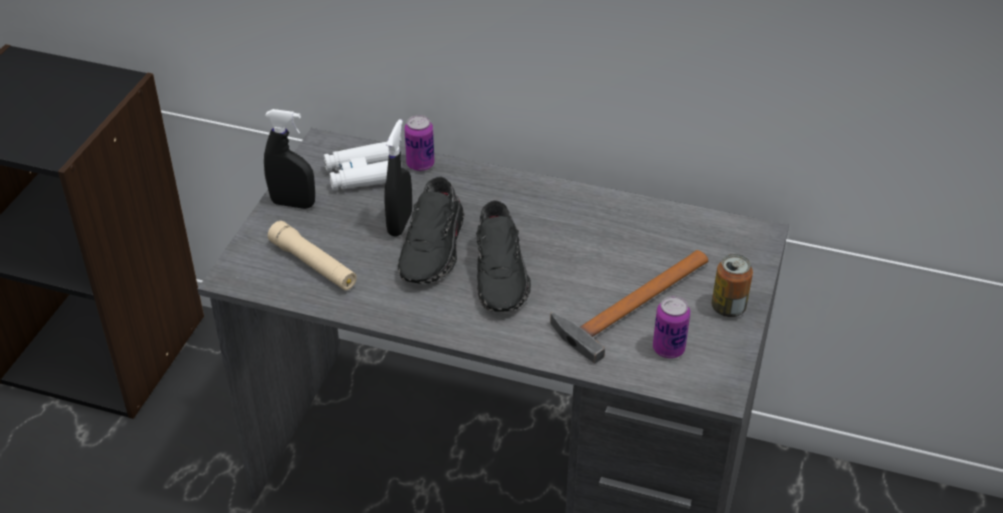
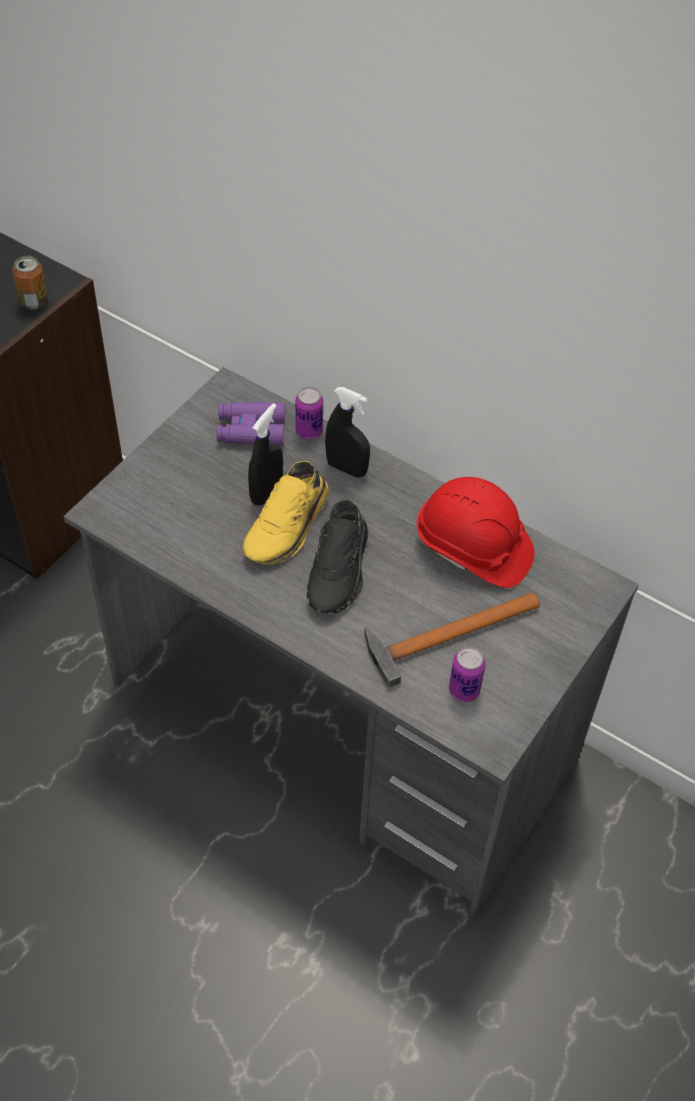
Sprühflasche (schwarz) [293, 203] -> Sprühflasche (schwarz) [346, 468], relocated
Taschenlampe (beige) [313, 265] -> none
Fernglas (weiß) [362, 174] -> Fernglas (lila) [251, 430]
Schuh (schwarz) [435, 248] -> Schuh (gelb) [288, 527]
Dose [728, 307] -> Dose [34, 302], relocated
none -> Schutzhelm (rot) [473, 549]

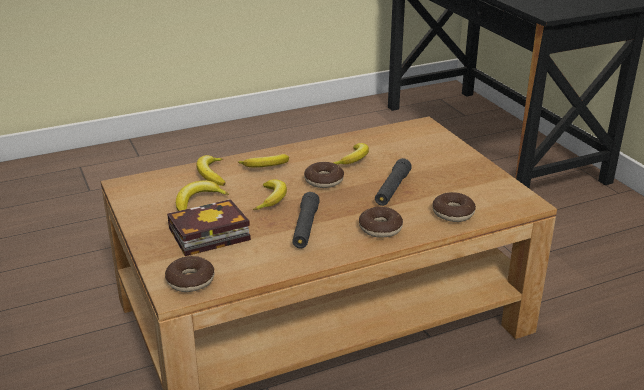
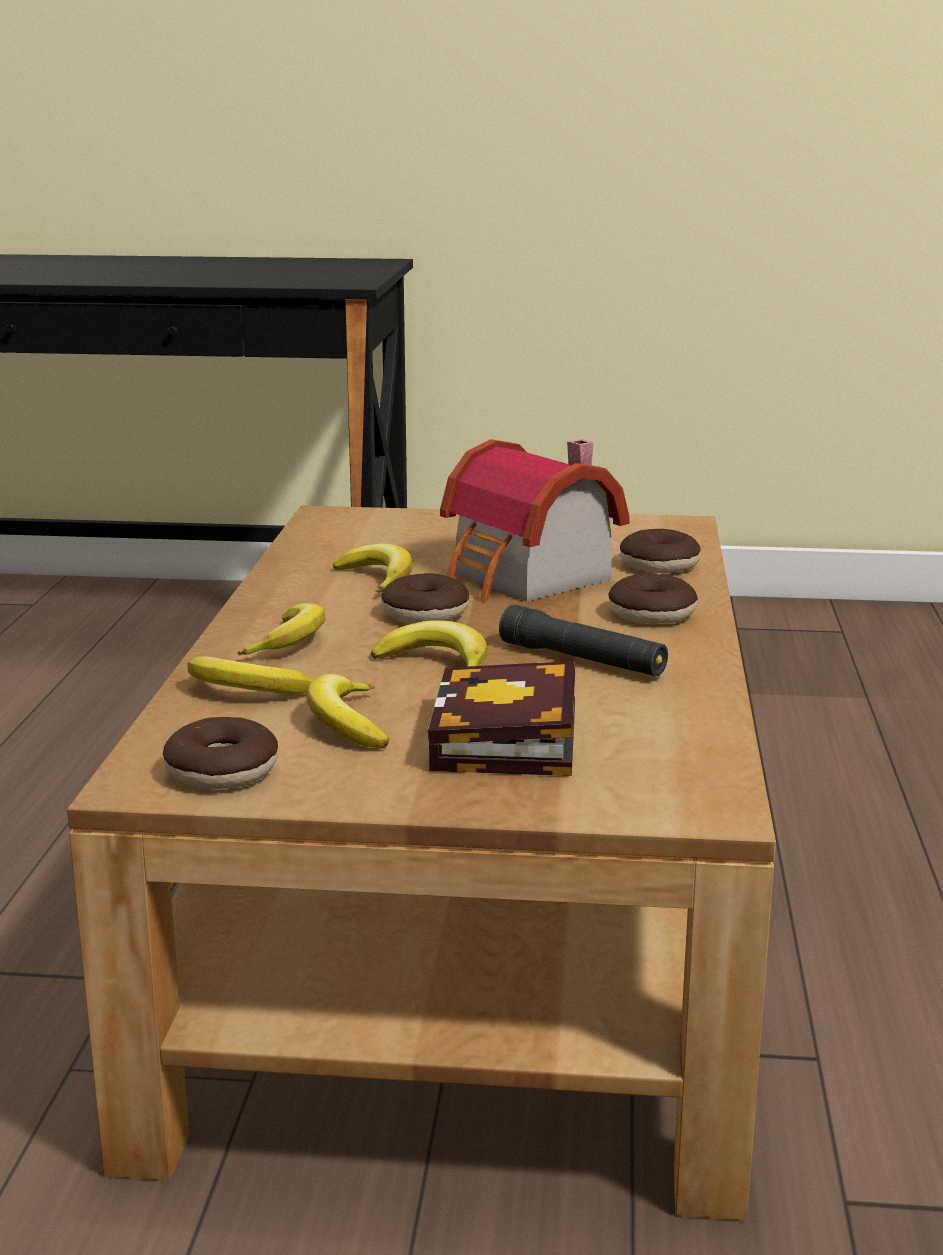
Donut [190, 281] -> Donut [222, 771], relocated
Taschenlampe (schwarz) [392, 189] -> Spielzeughaus [528, 579]

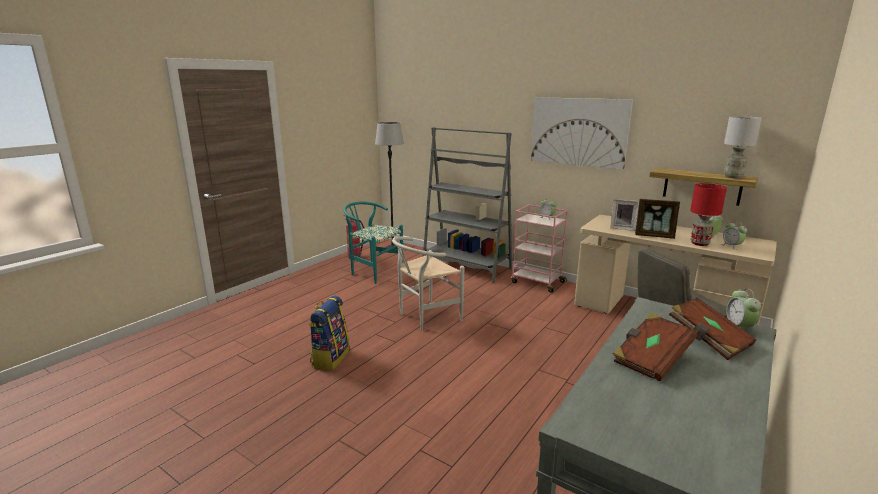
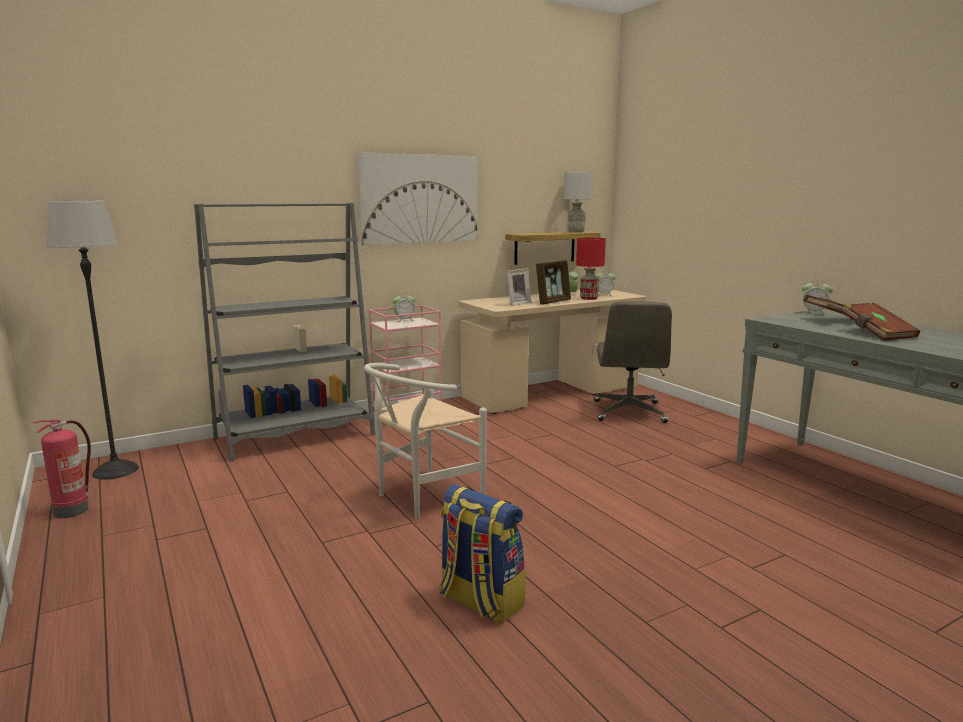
Stuhl (türkis) [373, 272] -> none
Stuhl (weiß) [425, 317] -> Stuhl (weiß) [421, 498], 60 degrees clockwise

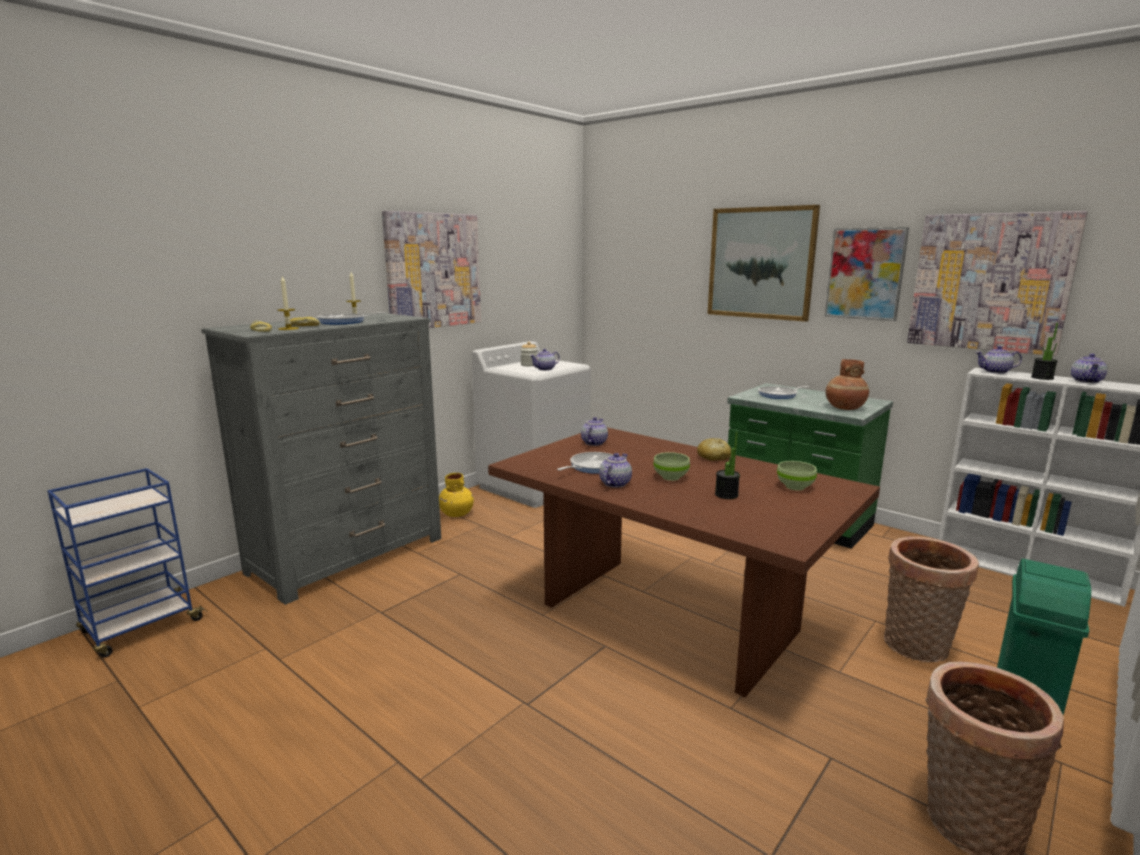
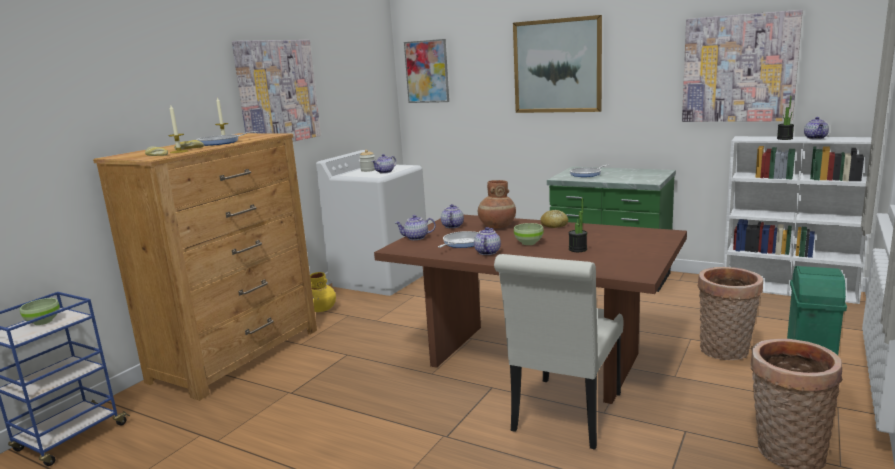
Kommode (grau) [348, 555] -> Kommode (braun) [238, 354]
Schüssel (grün) [795, 487] -> Schüssel (grün) [44, 321], relocated
Bild [865, 274] -> Bild [427, 71], relocated
Vase (braun) [844, 408] -> Vase (braun) [497, 226], relocated
Teekanne [995, 372] -> Teekanne [416, 238], relocated
none -> Stuhl (weiß) [564, 416]

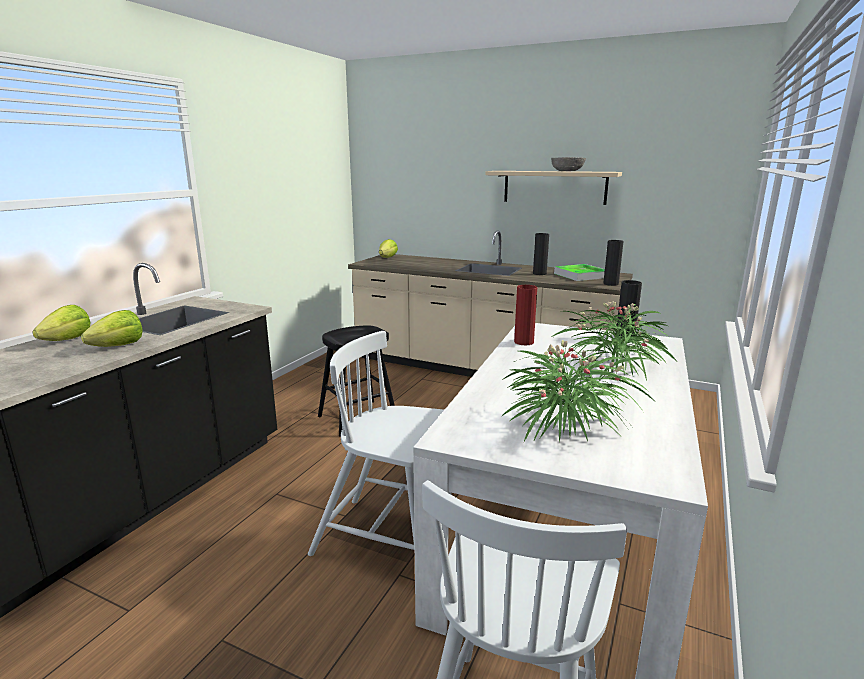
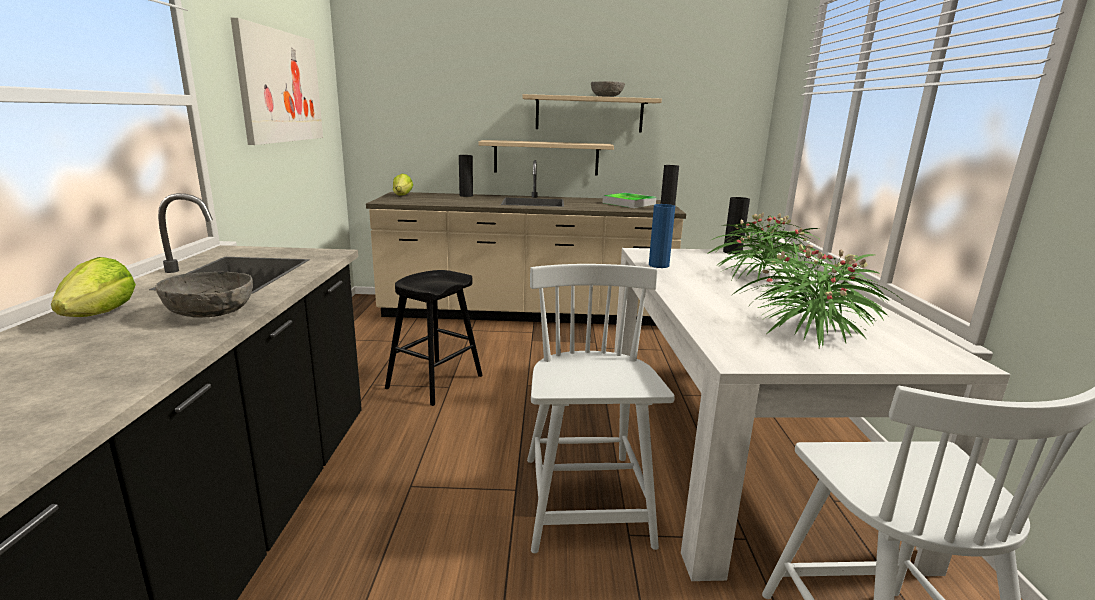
Salatkopf [119, 346] -> Schüssel (grau) [211, 312]
Stuhl (weiß) [388, 540] -> Stuhl (weiß) [585, 502], 90 degrees clockwise
Vase (rot) [524, 342] -> Vase (blau) [658, 265]
Vase (schwarz) [539, 273] -> Vase (schwarz) [466, 195], relocated
none -> Bild [281, 87]
none -> Wandregal (beige) [546, 158]

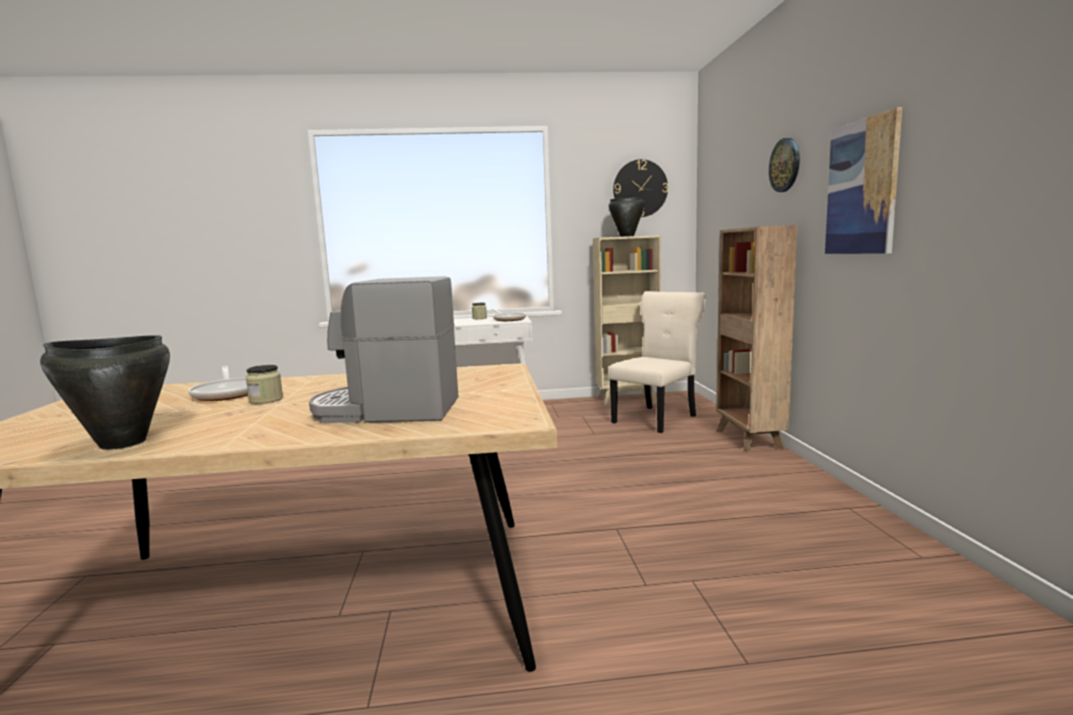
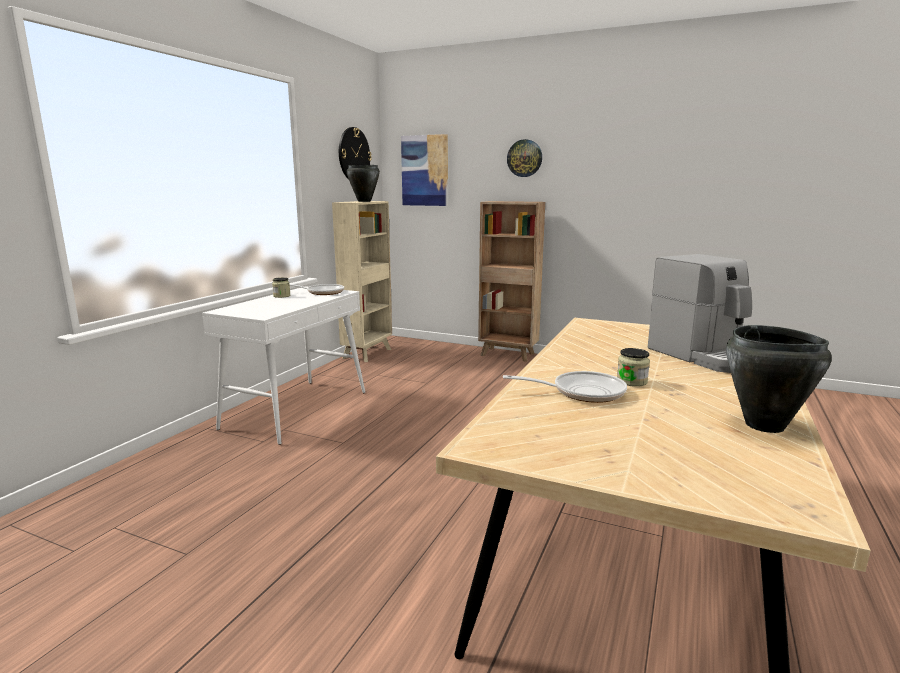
Kaffeemaschine [386, 410] -> Kaffeemaschine [706, 356], 60 degrees counterclockwise
Stuhl (beige) [657, 419] -> none
Bild [862, 187] -> Bild [425, 170], relocated

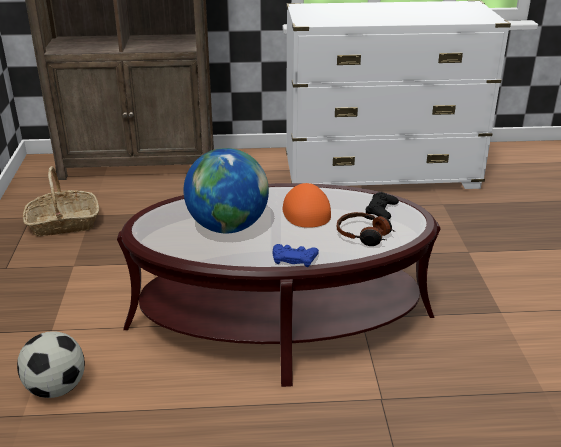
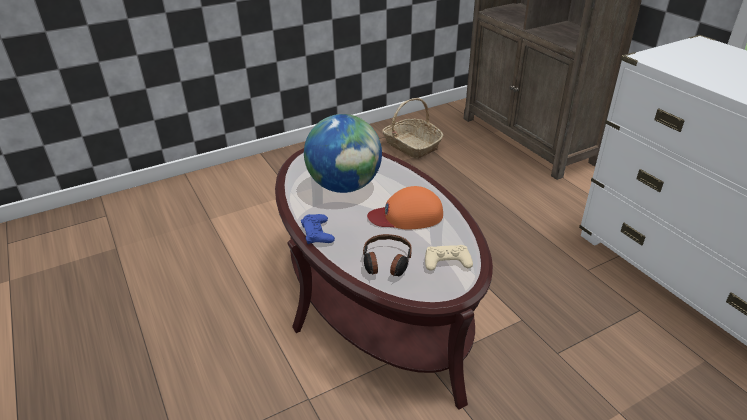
Fußball [56, 387] -> none
Kappe (orange) [305, 210] -> Kappe (orange) [407, 215], 150 degrees counterclockwise
Gamepad (schwarz) [381, 210] -> Gamepad (beige) [447, 261]

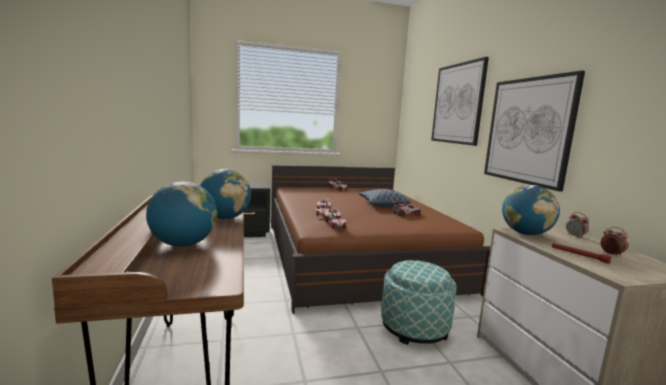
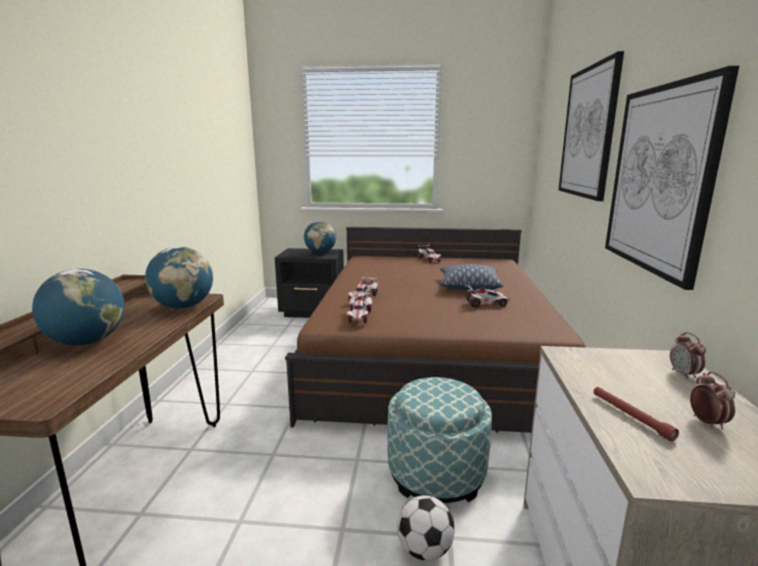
Globus [525, 233] -> Globus [320, 252], relocated
none -> Fußball [424, 549]

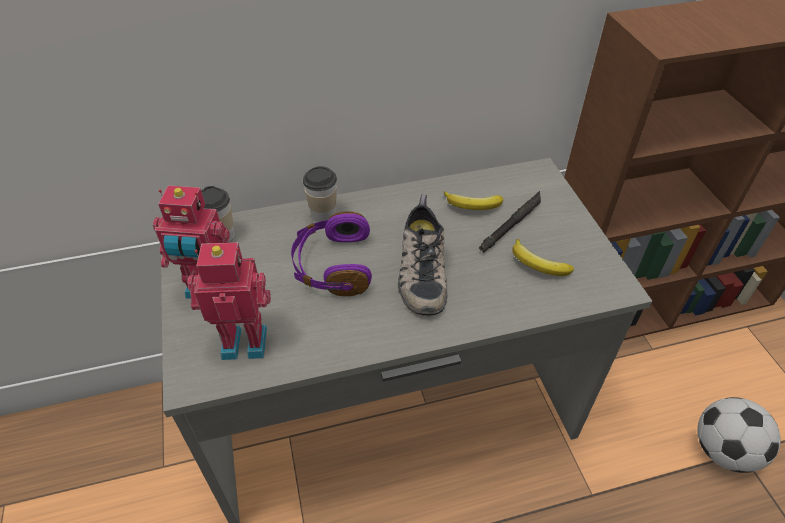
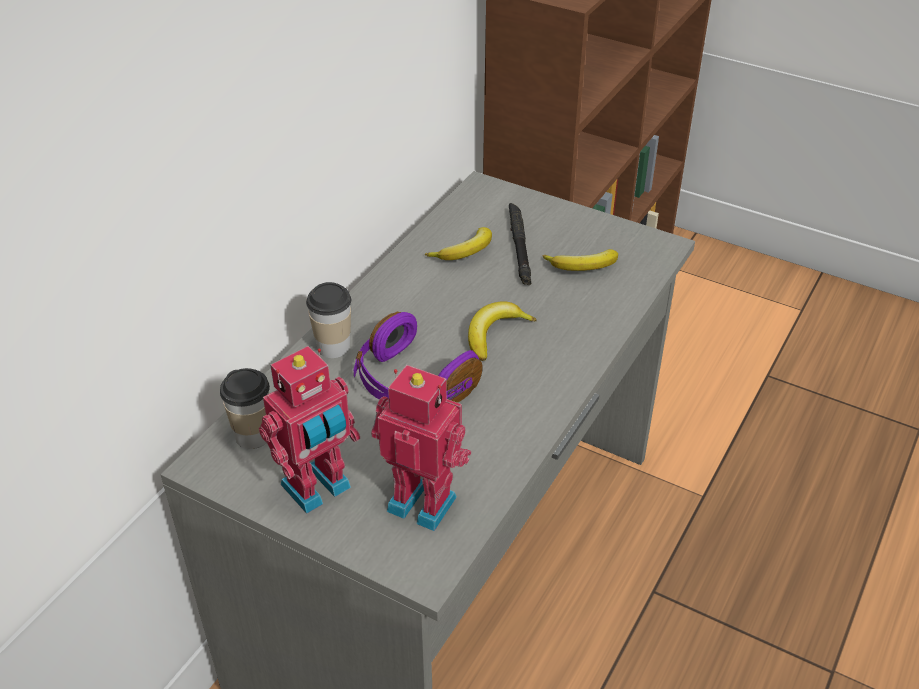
Spielzeugroboter [245, 340] -> Spielzeugroboter [424, 500], 75 degrees clockwise
Schuh [420, 270] -> Banane [495, 334]
Fußball [723, 451] -> none

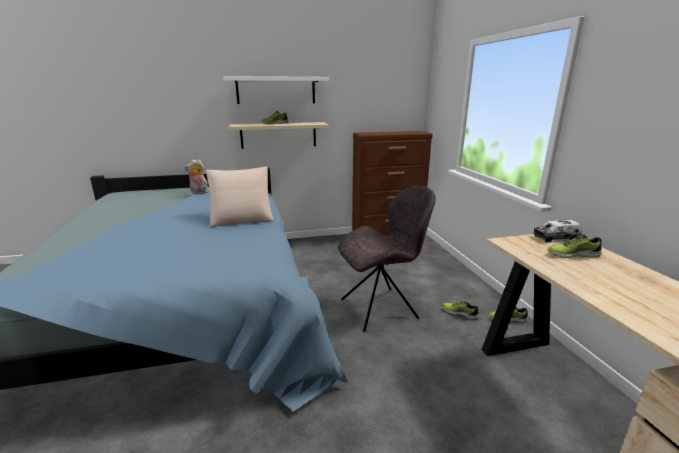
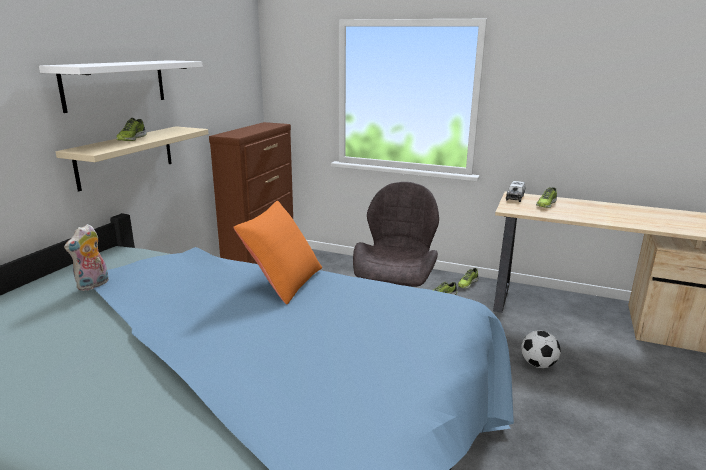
Kissen (beige) [242, 218] -> Kissen (orange) [283, 281]
none -> Fußball [538, 364]

